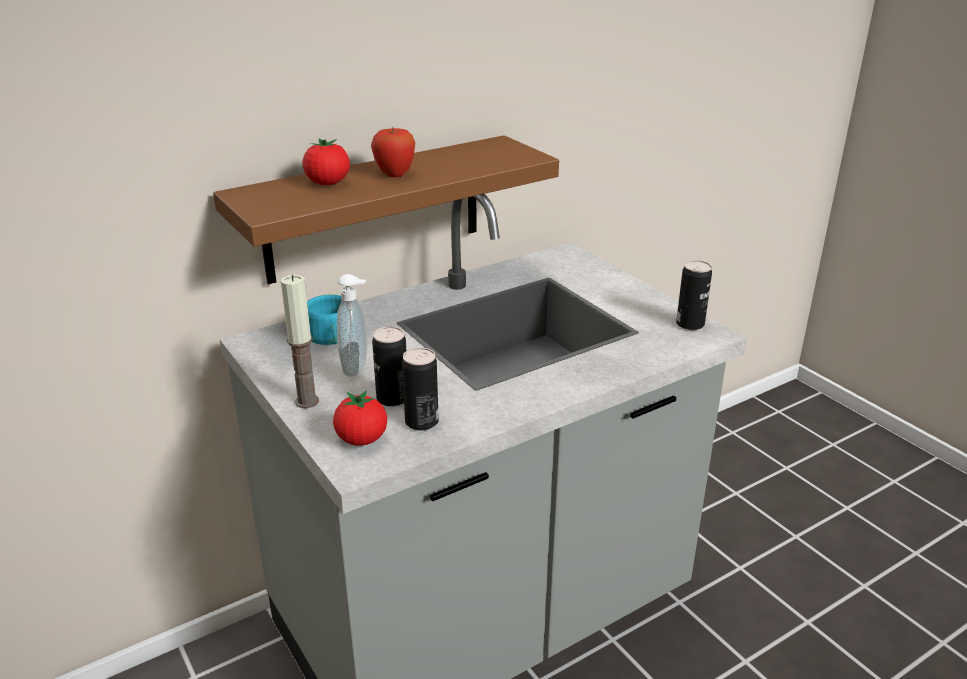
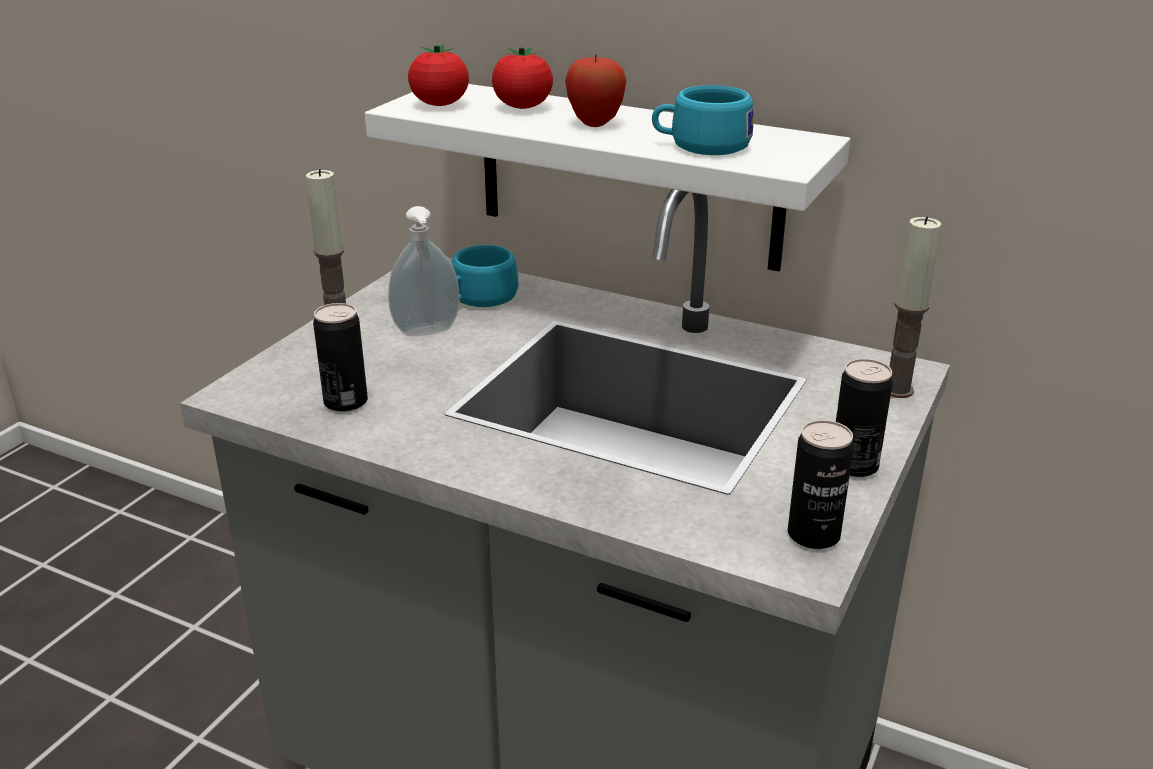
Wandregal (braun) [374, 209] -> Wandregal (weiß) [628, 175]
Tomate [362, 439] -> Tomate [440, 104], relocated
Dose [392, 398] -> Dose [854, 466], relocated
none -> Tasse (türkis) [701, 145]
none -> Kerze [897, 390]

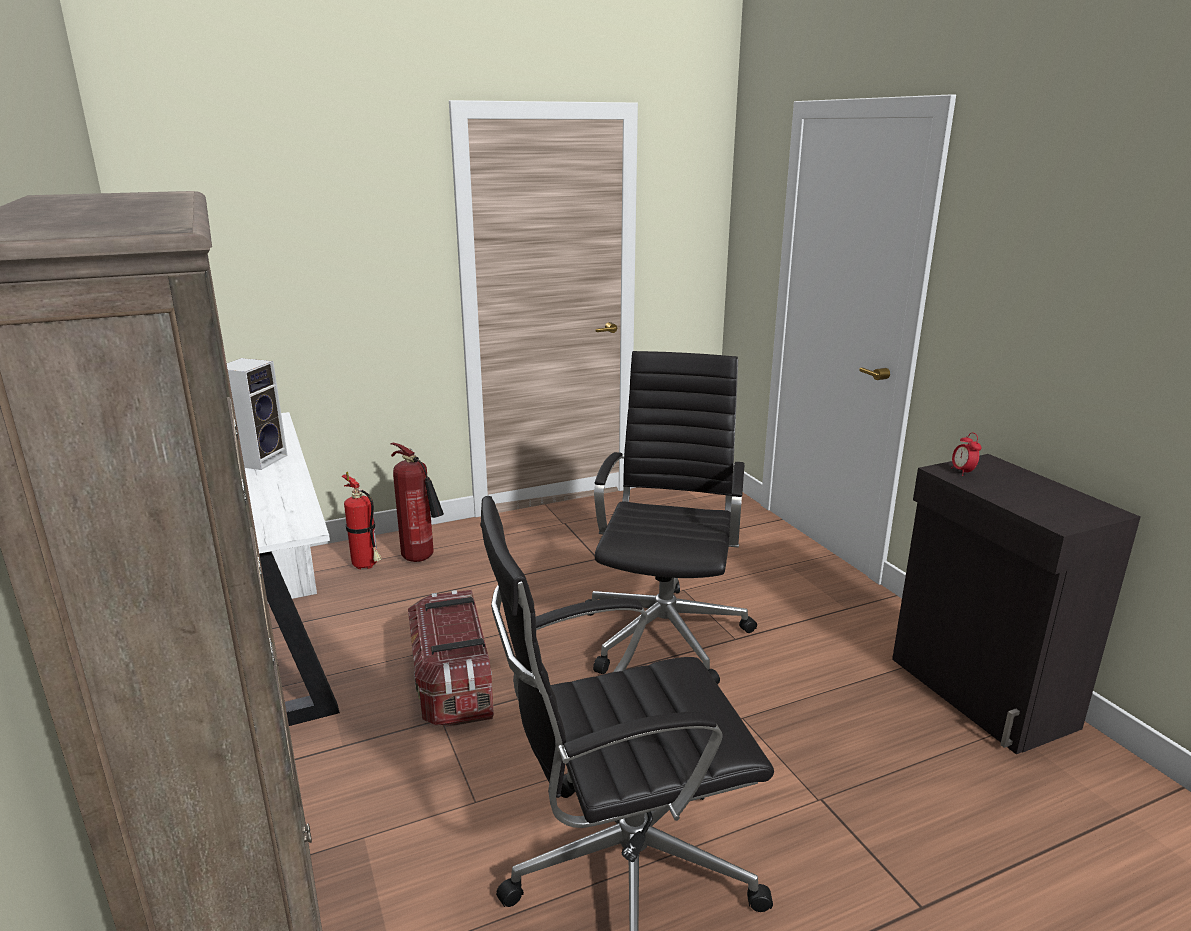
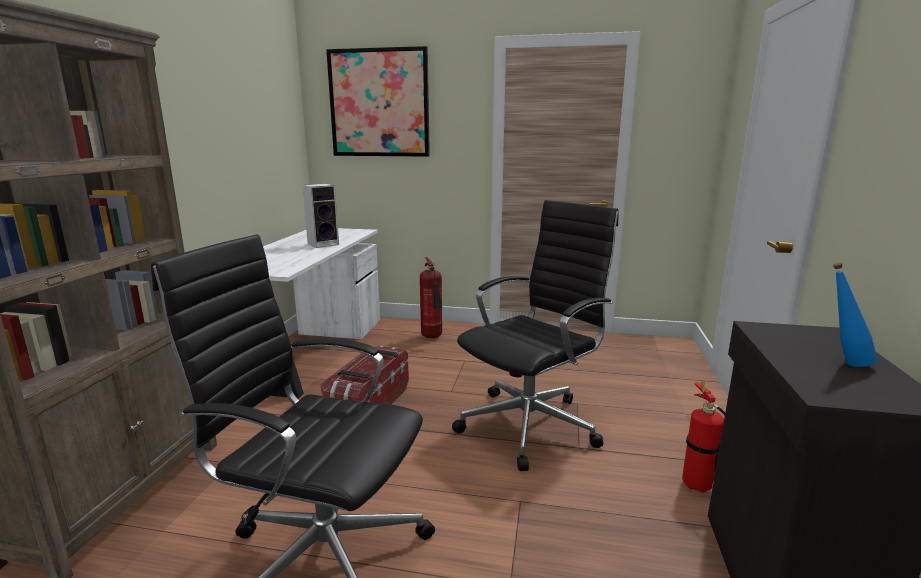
Feuerlöscher [367, 566] -> Feuerlöscher [699, 488], relocated
Wecker [962, 472] -> none
none -> Bild [379, 103]
none -> Flasche (blau) [842, 363]

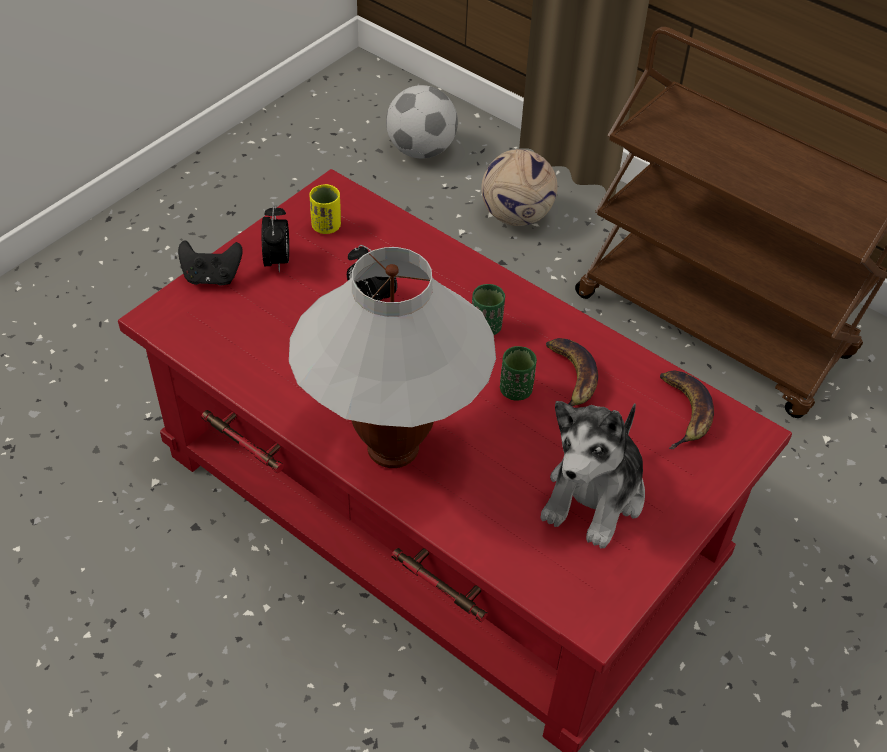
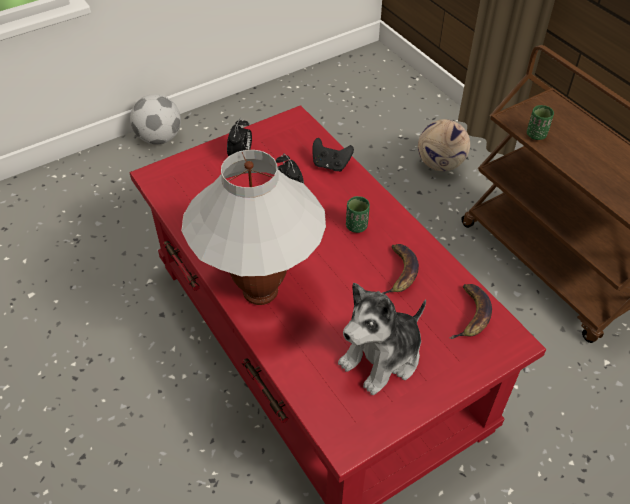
Gamepad (schwarz) [212, 277] -> Gamepad (schwarz) [330, 165], relocated
Tasse (gelb) [326, 226] -> none
Fußball [421, 150] -> Fußball [159, 138], relocated
Tasse (grün) [516, 390] -> Tasse (grün) [536, 135], relocated

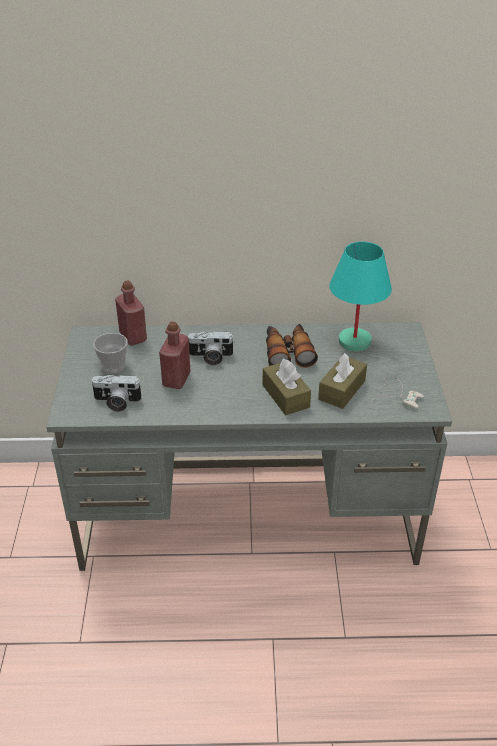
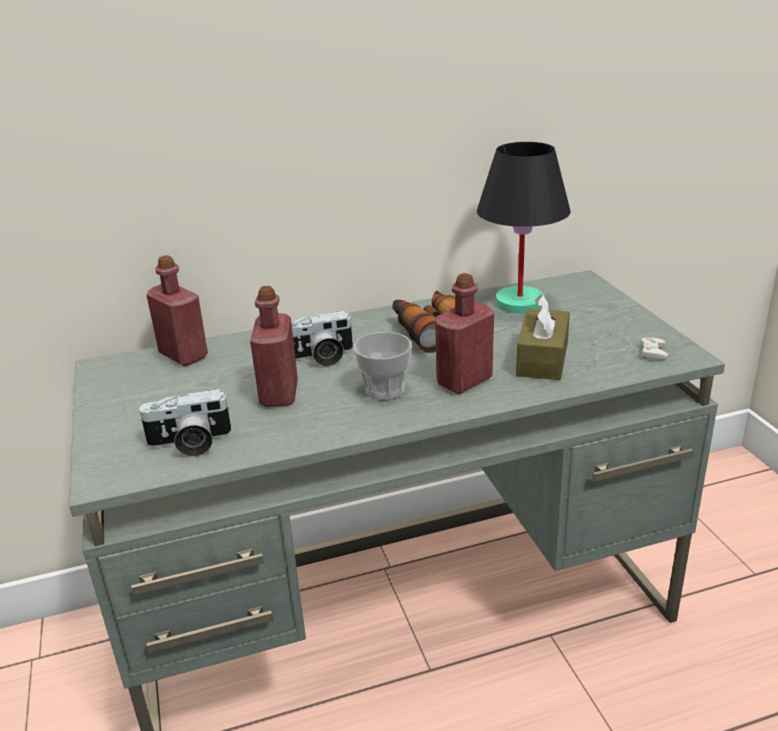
Tasse [113, 366] -> Tasse [385, 390], relocated
Taschentuchbox (braun) [285, 396] -> Flasche (rot) [464, 381]
Tischlampe (türkis) [355, 341] -> Tischlampe (schwarz) [519, 303]

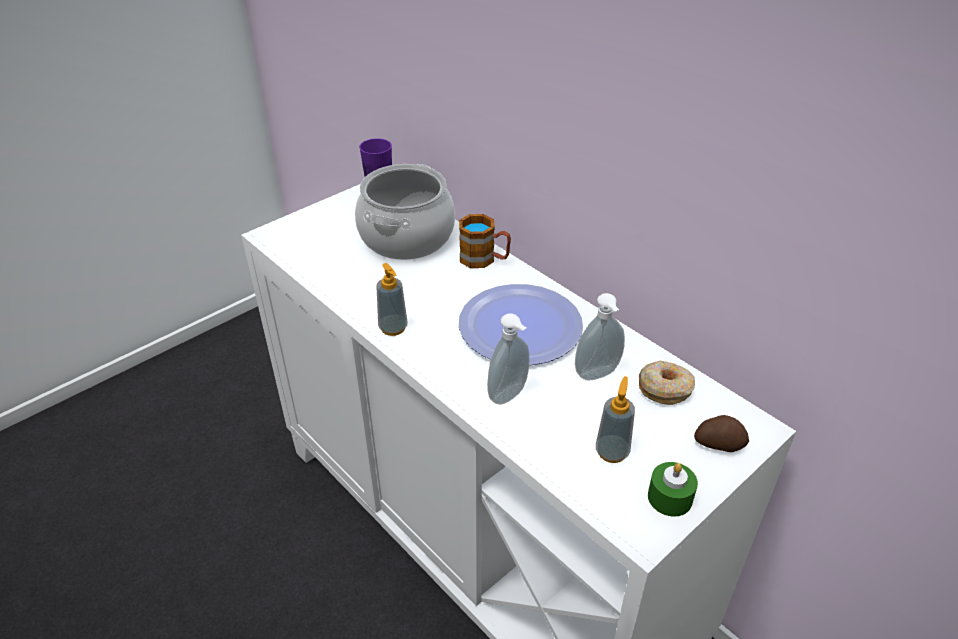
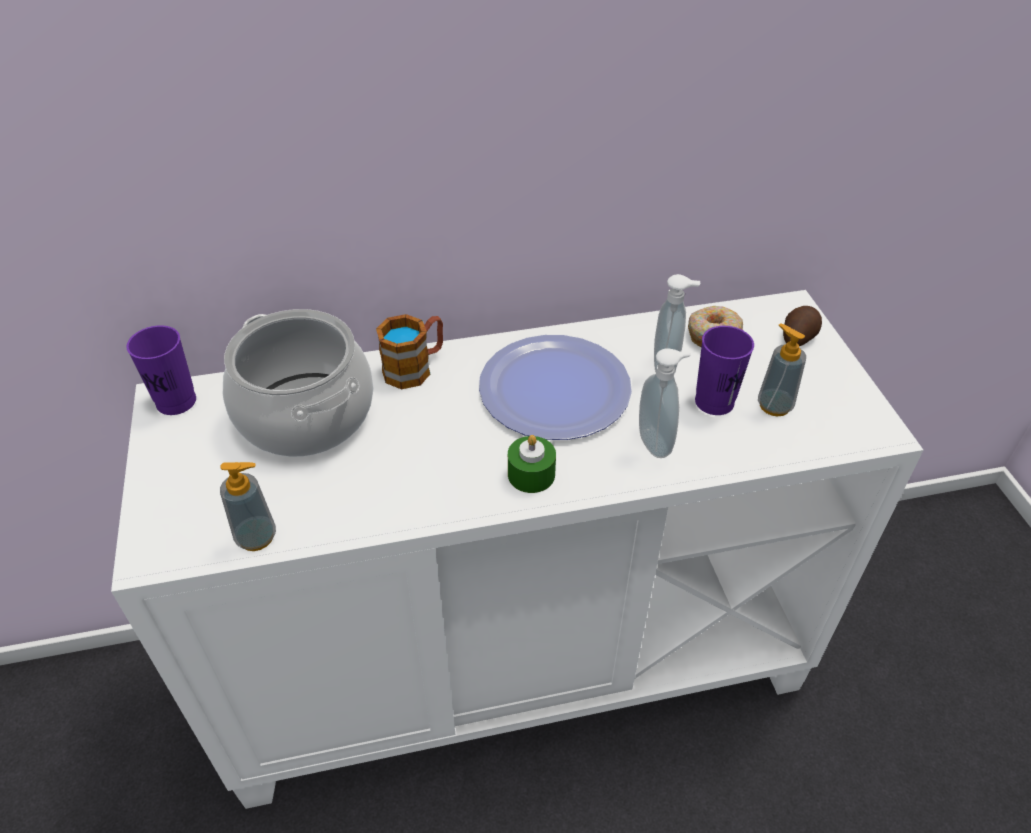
Seifenspender [393, 328] -> Seifenspender [256, 537], relocated
Kerze (grün) [670, 498] -> Kerze (grün) [531, 474], relocated
none -> Tasse (lila) [714, 402]

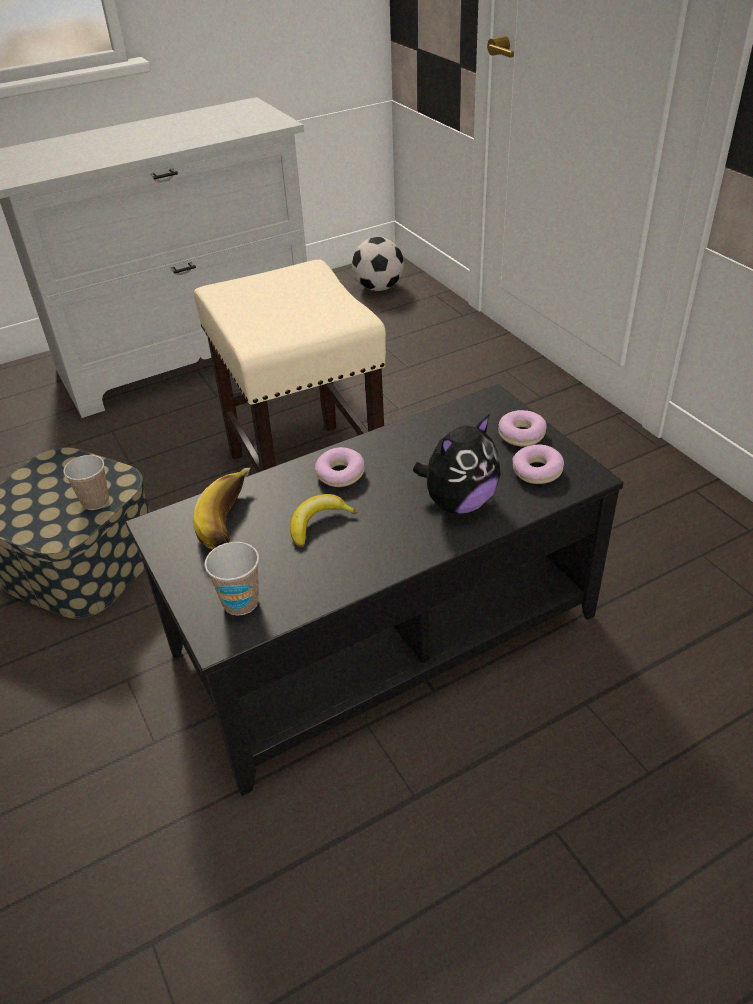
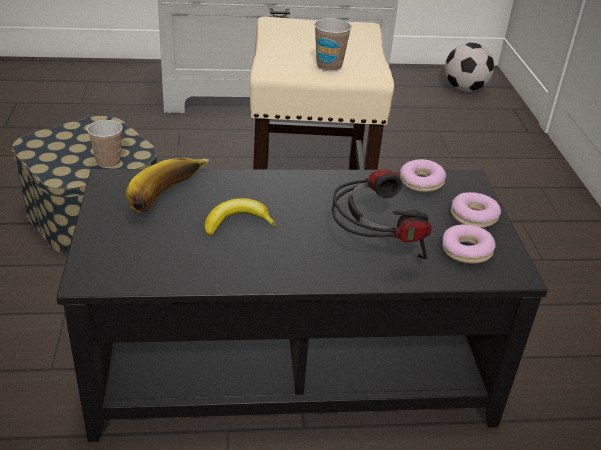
Tasse [240, 602] -> Tasse [329, 66], relocated
Donut [340, 474] -> Donut [421, 182], relocated
Plüschtier [458, 502] -> Kopfhörer [372, 250]

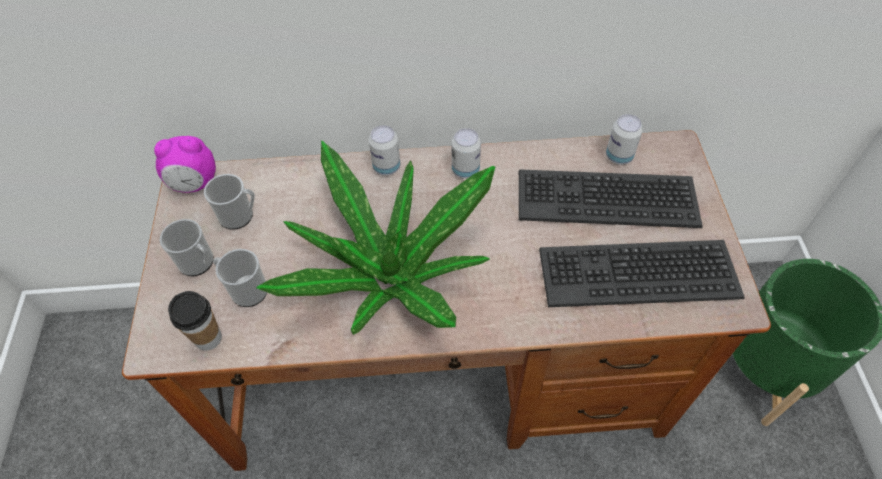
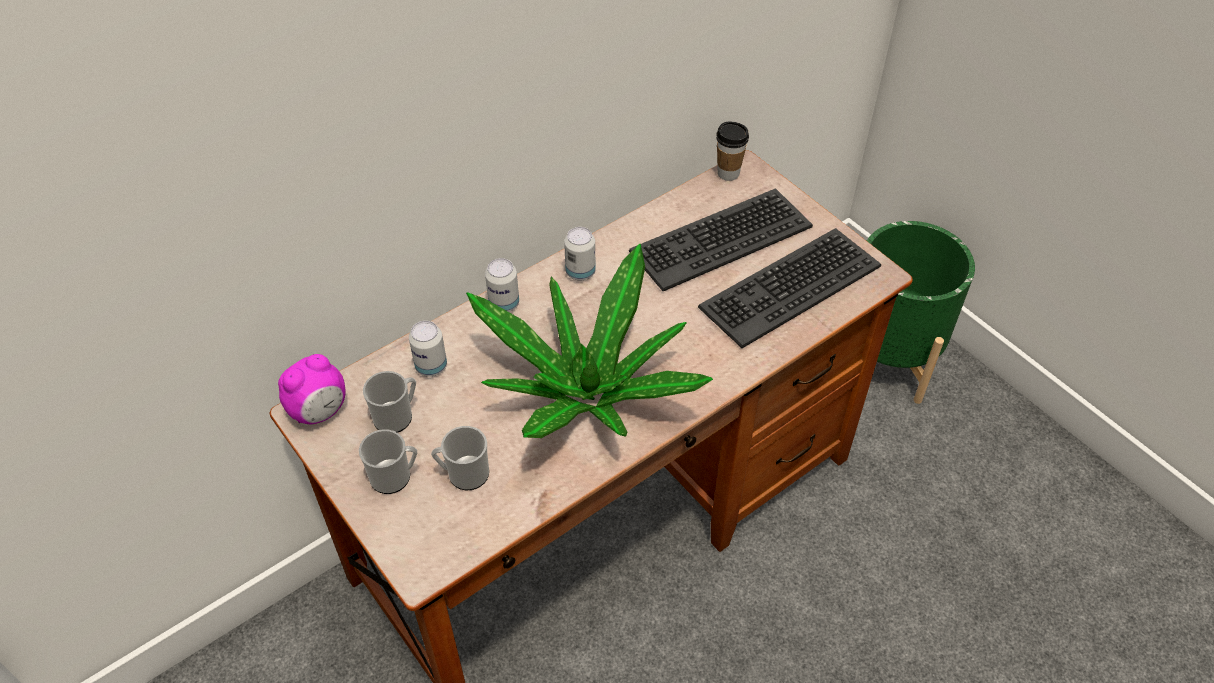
Tasse [208, 338] -> Tasse [728, 173], relocated
Dose [619, 156] -> Dose [431, 366], relocated

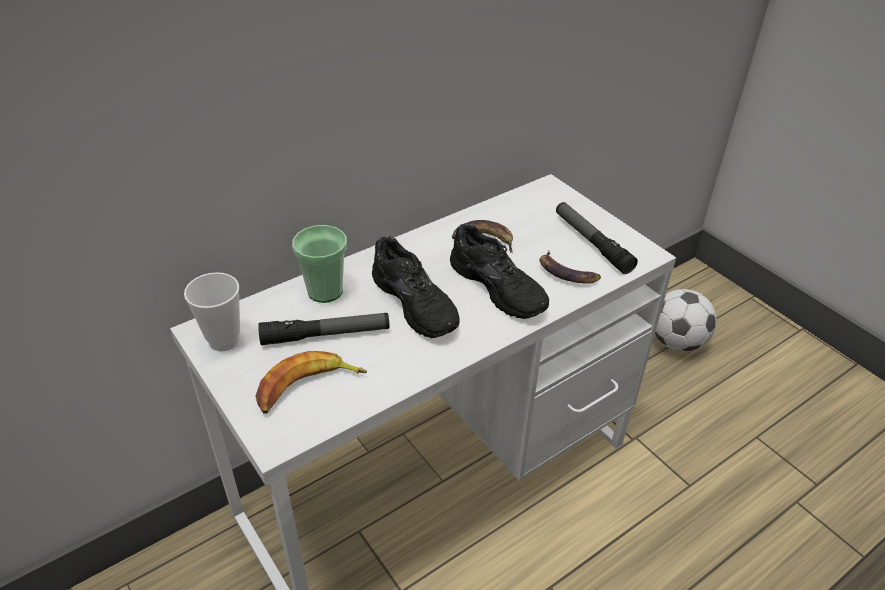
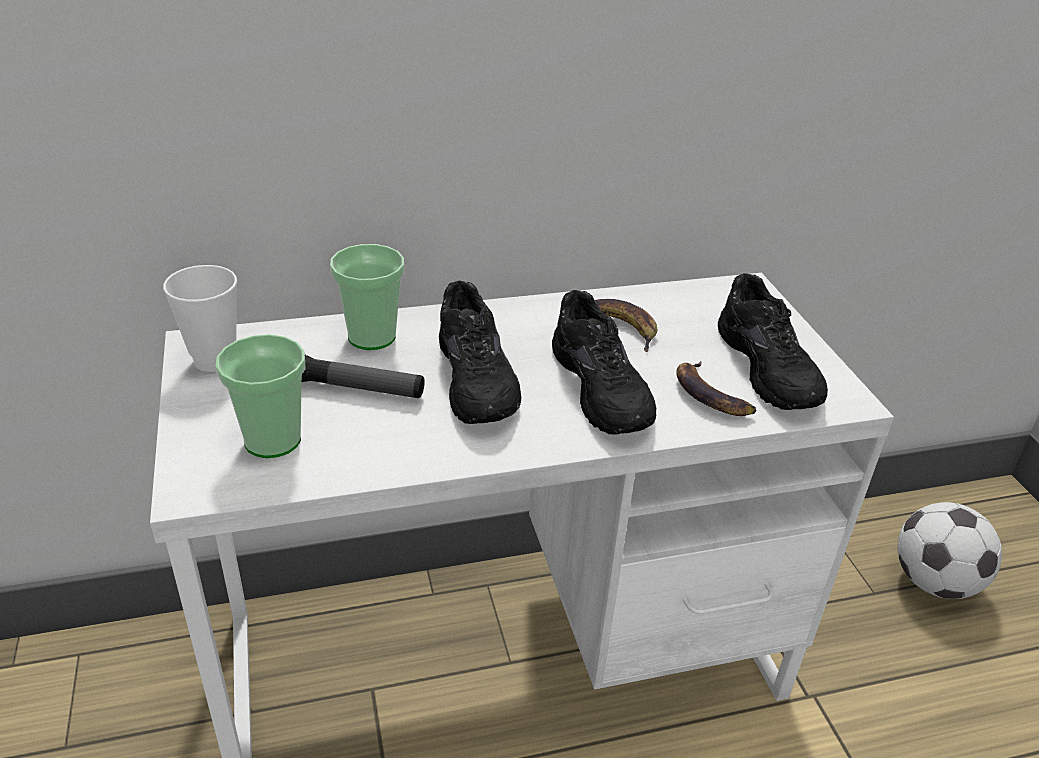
Banane [307, 388] -> Tasse [272, 440]
Taschenlampe [592, 243] -> Schuh (schwarz) [771, 367]

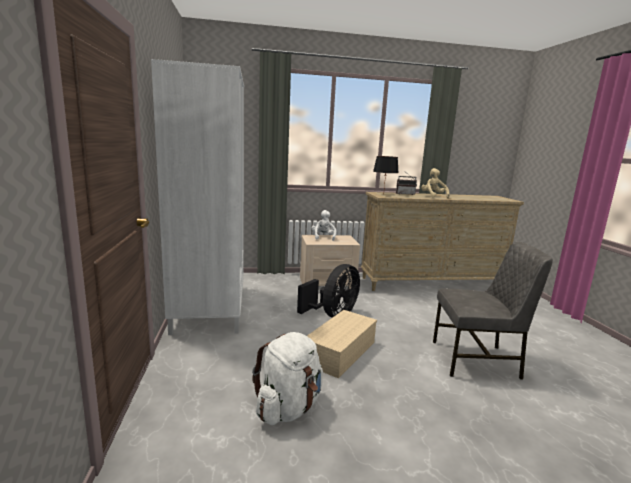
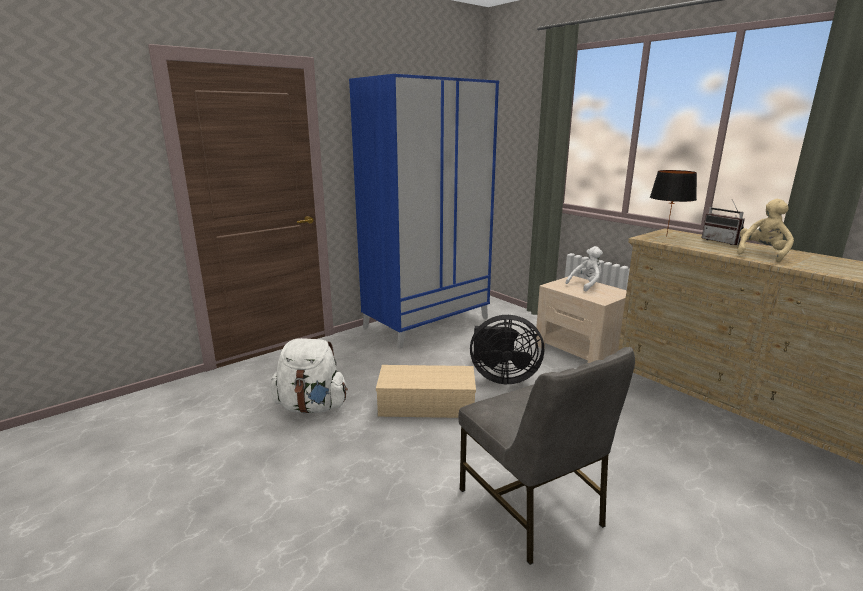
Kleiderschrank (weiß) [210, 307] -> Kleiderschrank (blau) [427, 322]

